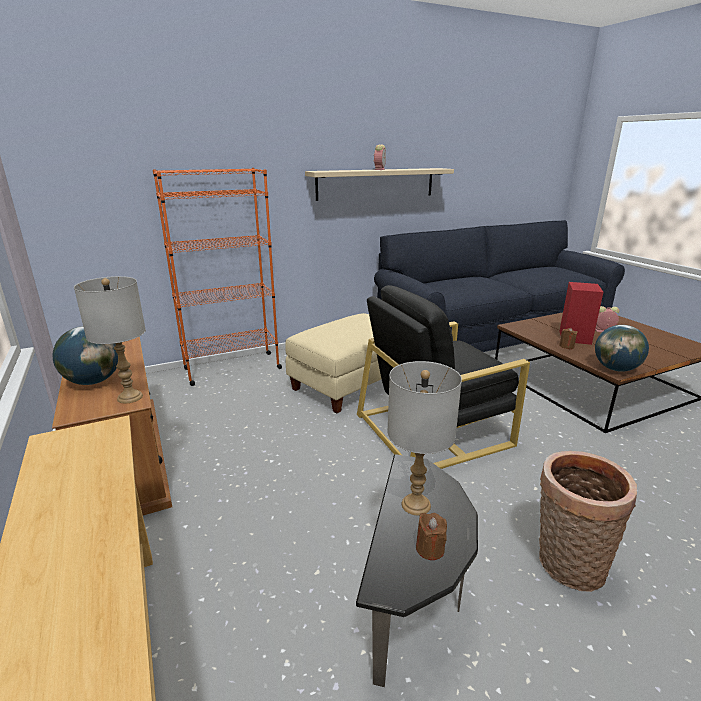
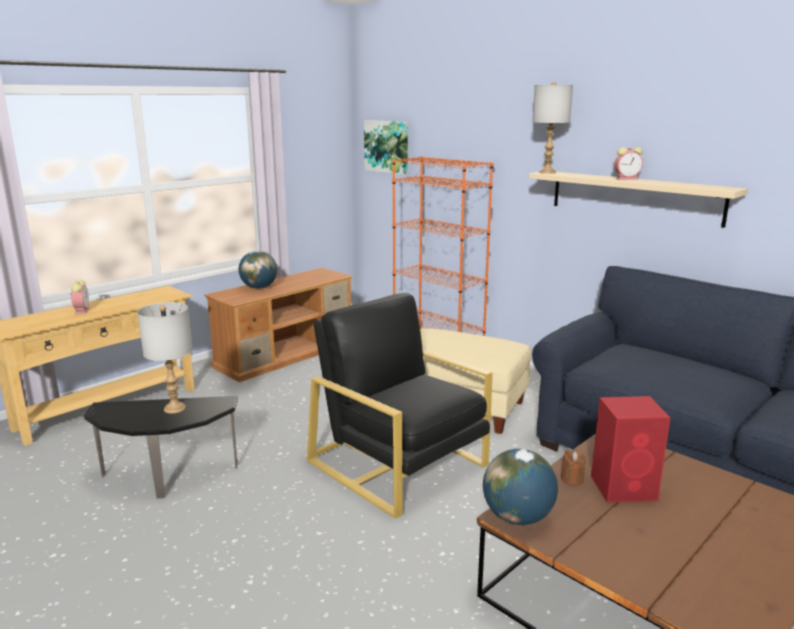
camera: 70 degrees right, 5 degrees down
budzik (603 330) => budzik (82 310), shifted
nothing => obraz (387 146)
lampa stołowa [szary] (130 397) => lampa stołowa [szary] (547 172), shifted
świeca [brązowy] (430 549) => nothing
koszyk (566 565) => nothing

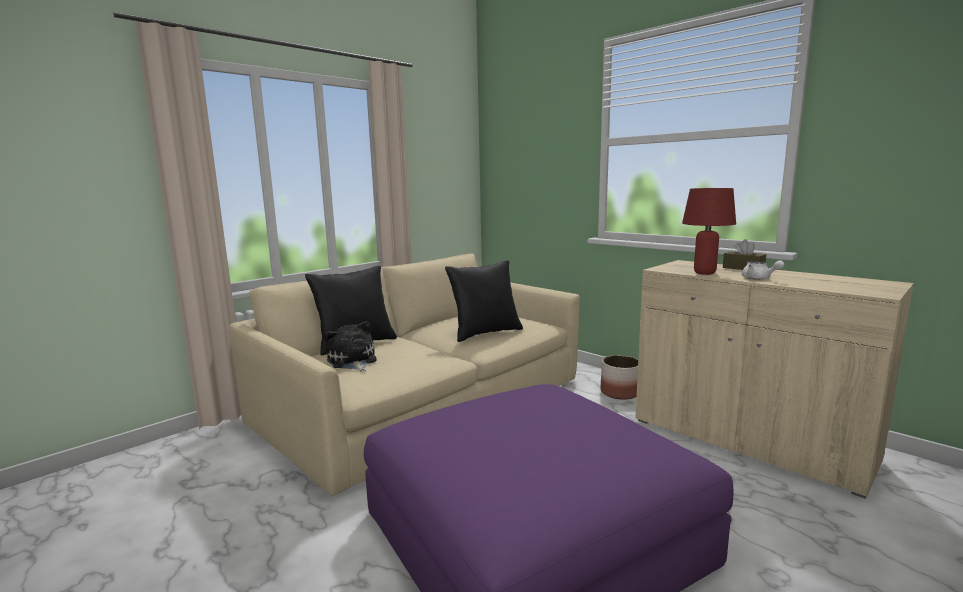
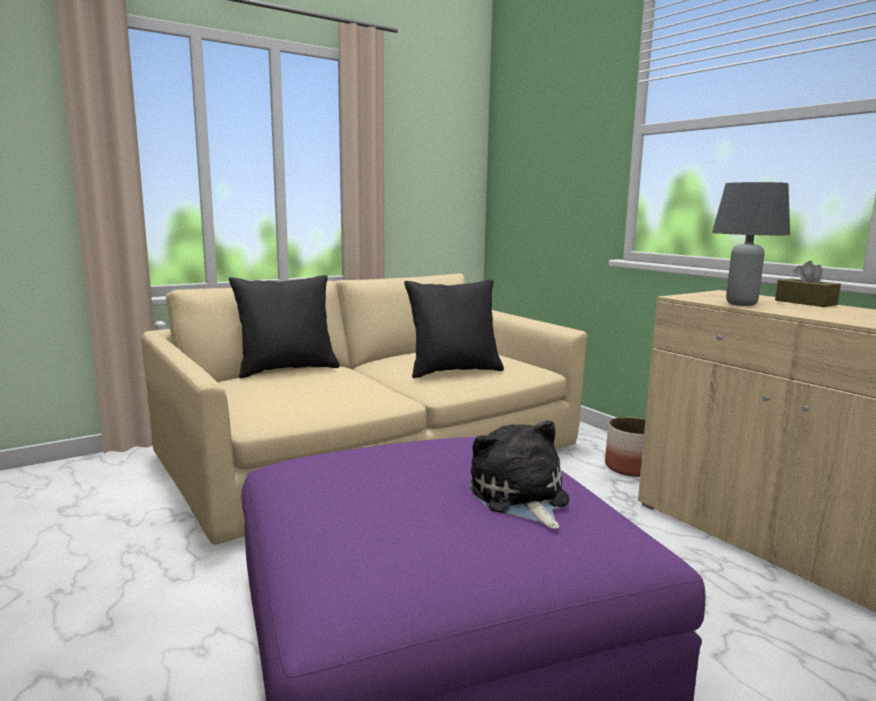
camera: 10 degrees right, 0 degrees up
pluszak (352 361) => pluszak (520 497), shifted
lampa stołowa [czerwony] (704 273) => lampa stołowa [szary] (741 304)
imbryk [biały] (759 278) => nothing

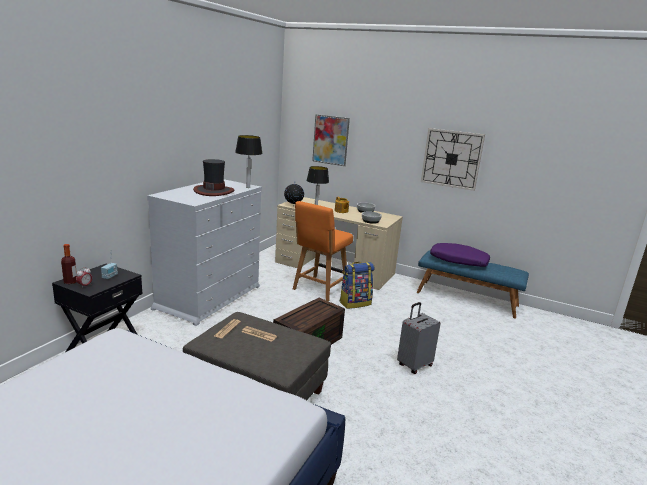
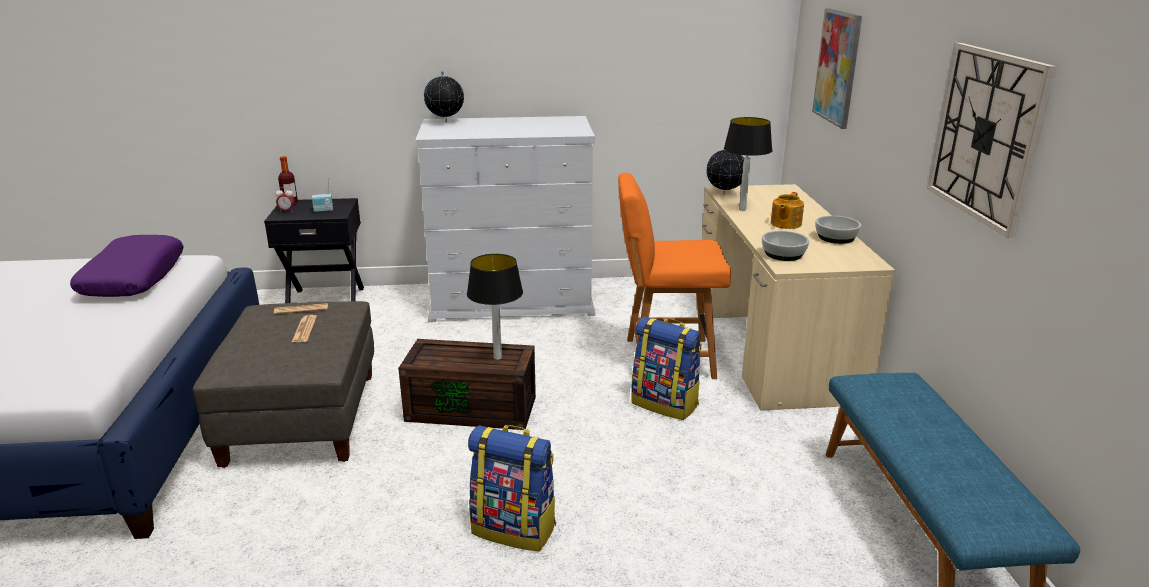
camera: 60 degrees right, 5 degrees up
poduszka [fioletowy] (458 261) => poduszka [fioletowy] (133 278), shifted
nothing => globus (445 122)
lampa stołowa (248 187) => lampa stołowa (498 357), shifted
walizka [szary] (414 365) => plecak (515 528)
kapelusz (214 191) => nothing

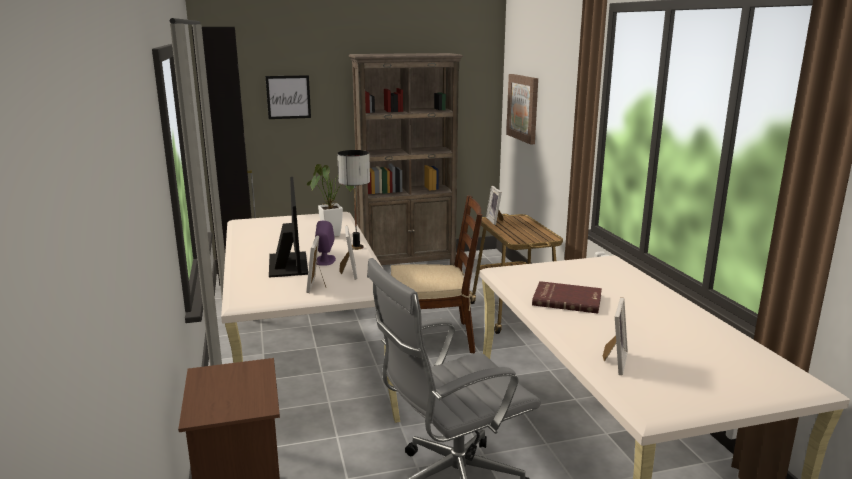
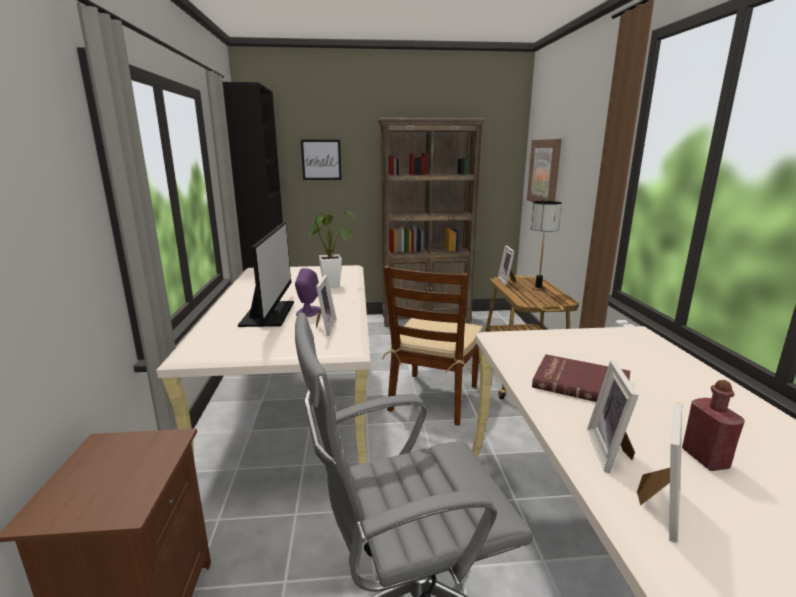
camera: 10 degrees right, 0 degrees up
krzesło [brązowy] (434 338) => krzesło [brązowy] (433 398), 105 degrees clockwise
lampa stołowa (357 247) => lampa stołowa (538 288), shifted
ramka na zdjęcie (318 285) => ramka na zdjęcie (611 451), shifted
nothing => butelka [czerwony] (705 458)

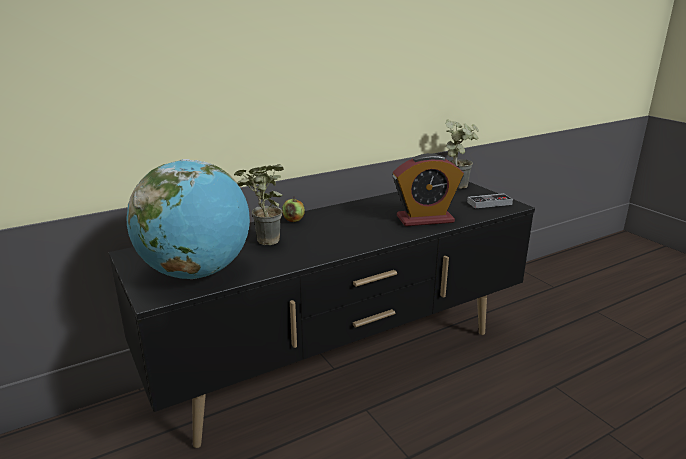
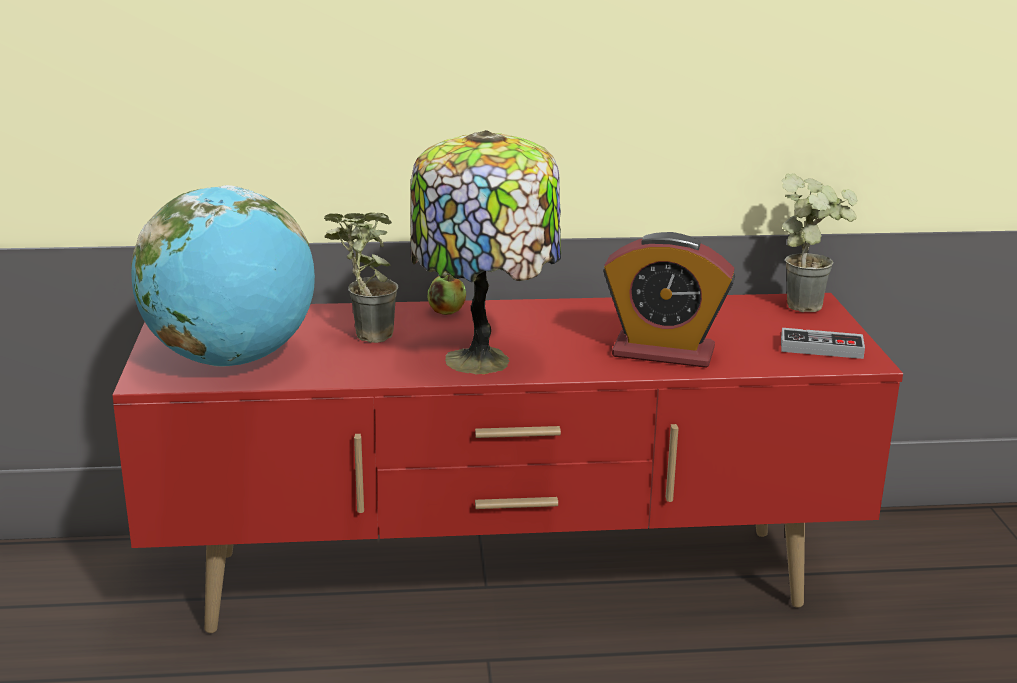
camera: 25 degrees right, 0 degrees up
szafka pod telewizor [czarny] (343 363) => szafka pod telewizor [czerwony] (507 582)
nothing => lampa stołowa (483 361)

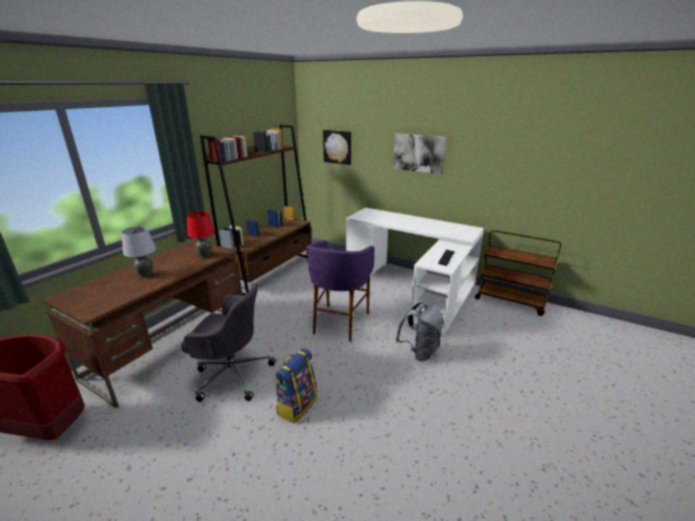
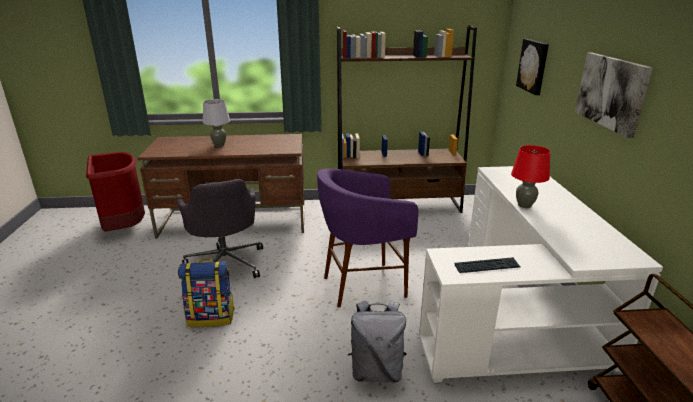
camera: 55 degrees right, 0 degrees up
lampa stołowa [czerwony] (205 255) => lampa stołowa [czerwony] (524 205), shifted

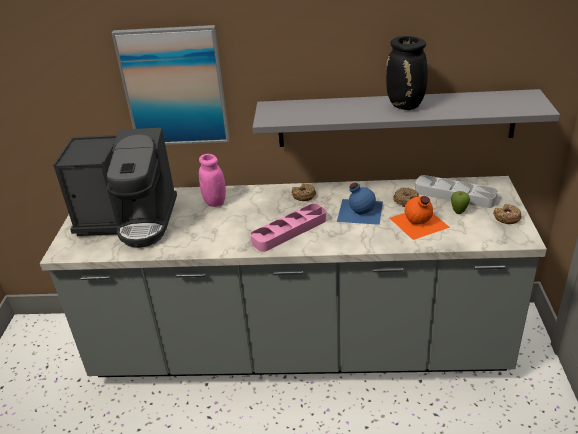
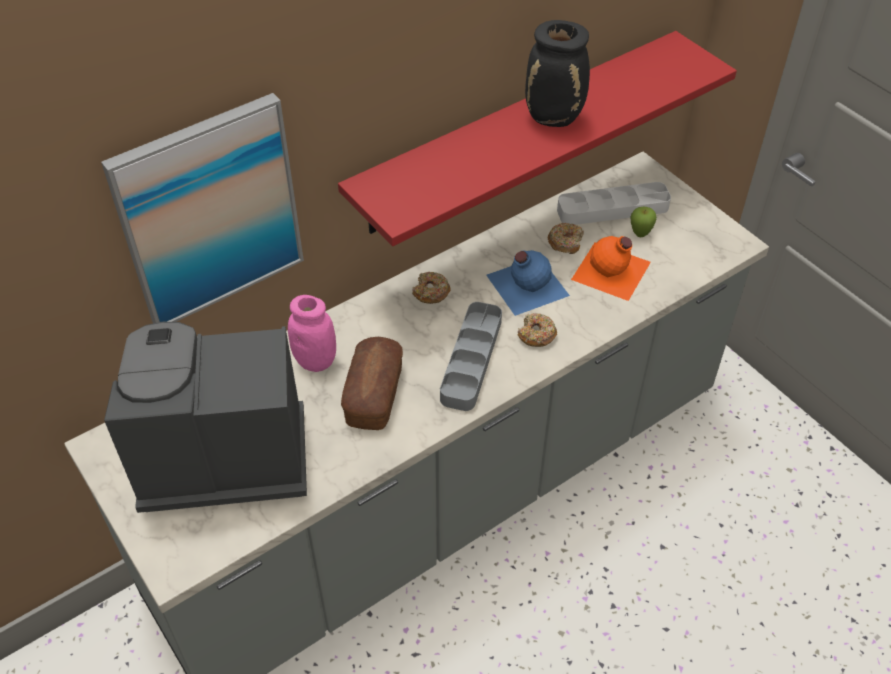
camera: 40 degrees left, 15 degrees up
ekspres do kawy (129 221) => ekspres do kawy (220 457), 150 degrees counterclockwise
półka [szary] (395 119) => półka [czerwony] (517 132)
nothing => chleb (374 394)
taca [różowy] (289 231) => taca [szary] (471 360)
donut (507 218) => donut (536 335), shifted

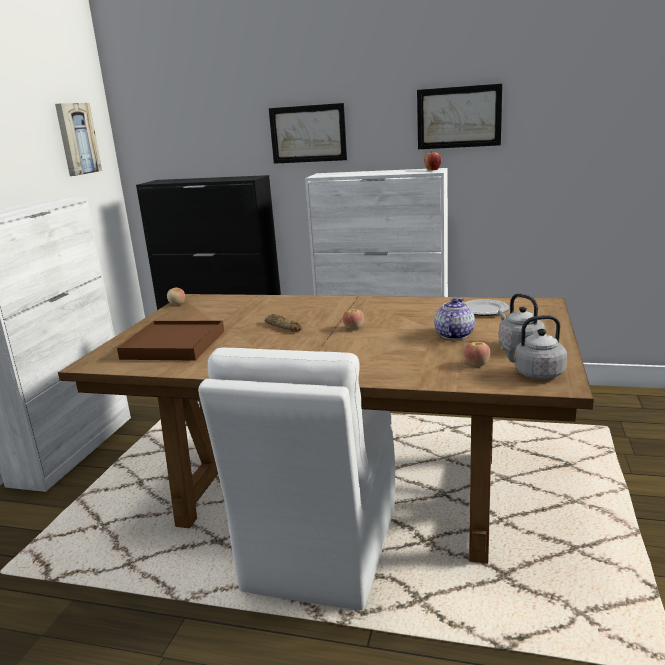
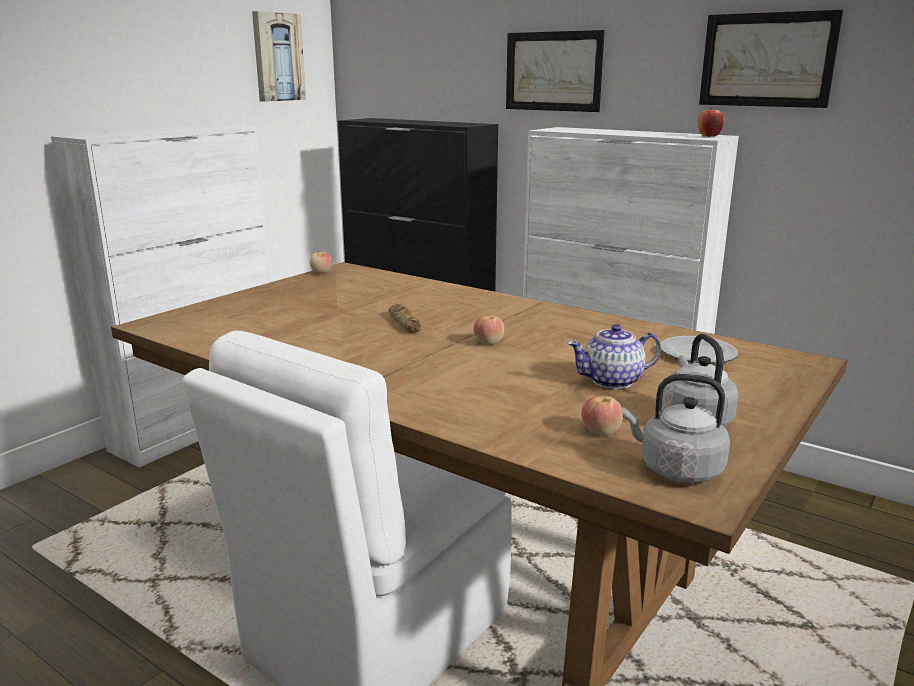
camera: 20 degrees right, 0 degrees up
imbryk (453 335) => imbryk (613 381), 150 degrees counterclockwise
taca [brązowy] (174 345) => nothing

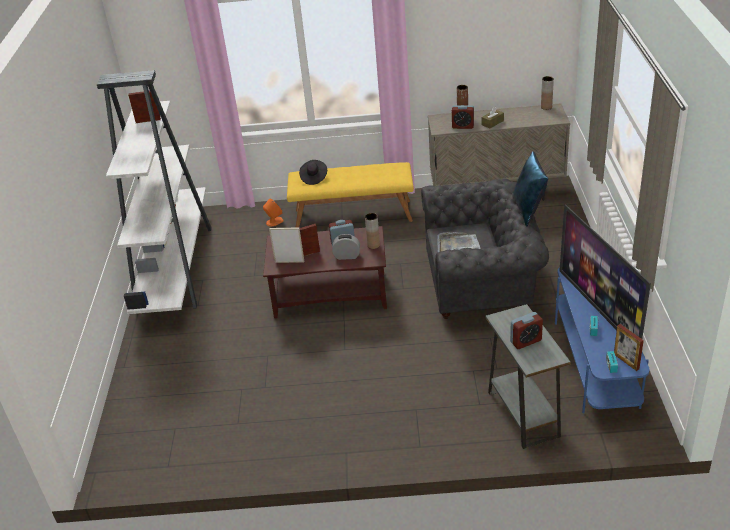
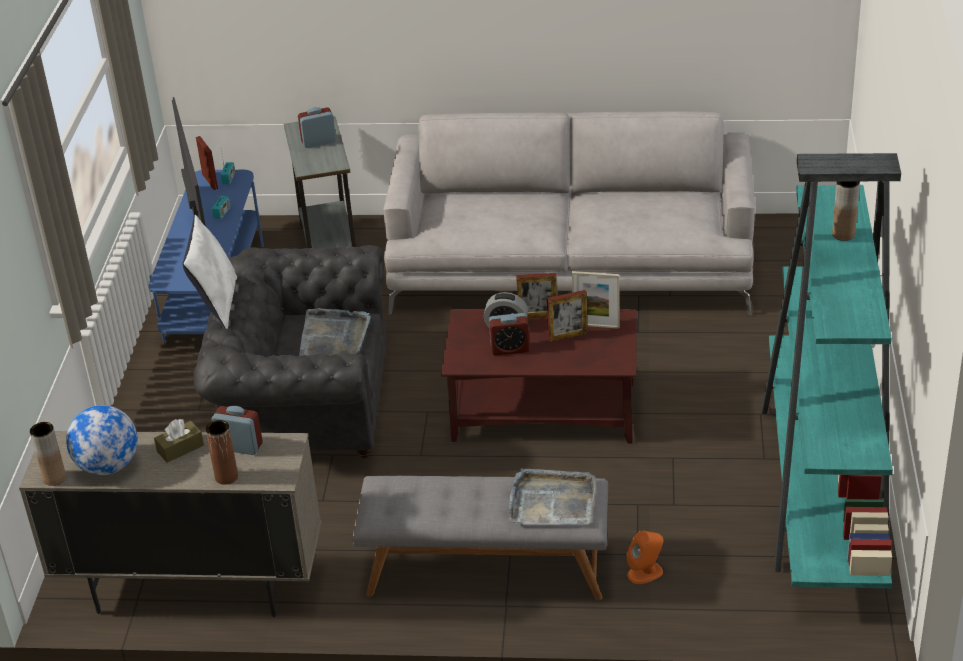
camera: 175 degrees left, 0 degrees up
nothing => globus (108 466)
poduszka [niebieski] (529 210) => poduszka [biały] (216 304)
ławka [żółty] (353 215) => ławka [szary] (485 571)
nothing => kanapa [szary] (571 264)
kapelusz [czarny] (313 178) => taca [szary] (551 501)
ramka na zdjęcie (148 121) => ramka na zdjęcie (537 315), shifted
regał [biały] (175 267) => regał [turkusowy] (822 489)
wazon [brązowy] (373 245) => wazon [brązowy] (843 234), shifted

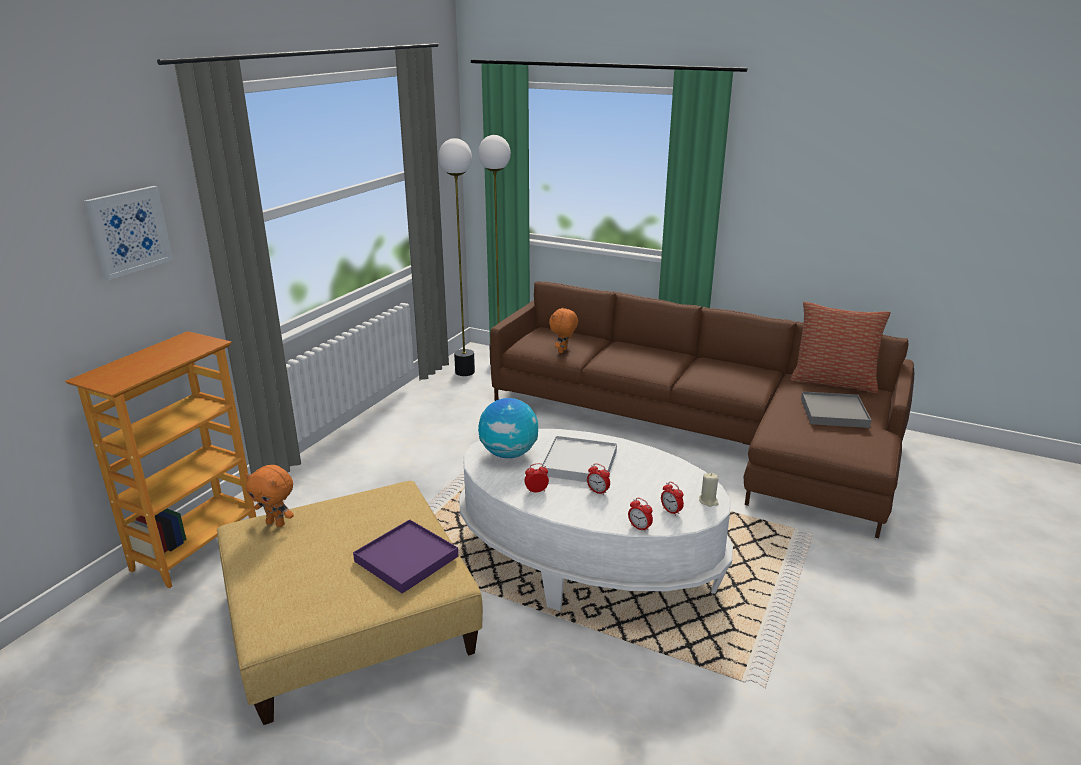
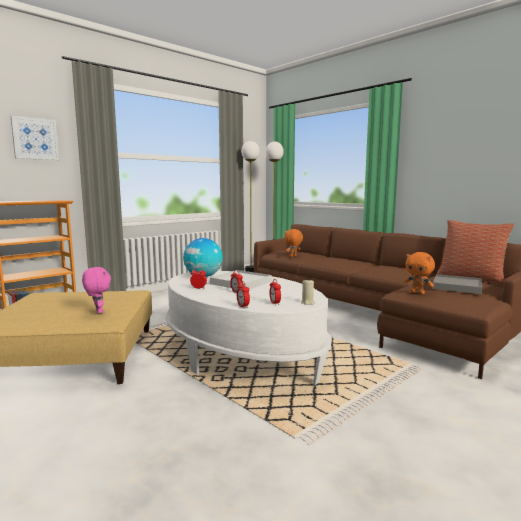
camera: 20 degrees right, 15 degrees down
taca [fioletowy] (406 559) => pluszak [różowy] (98 311)
pluszak [pomarańczowy] (276 523) => pluszak [pomarańczowy] (418 293), shifted

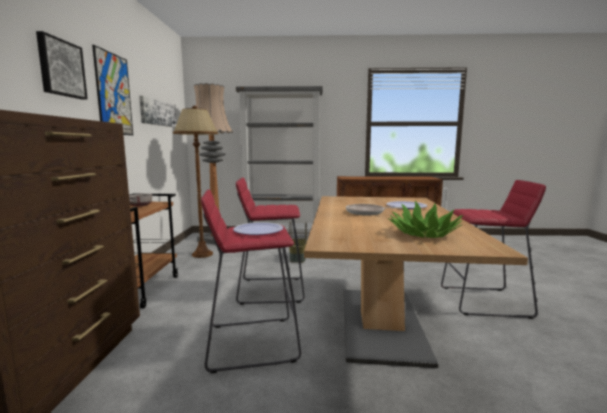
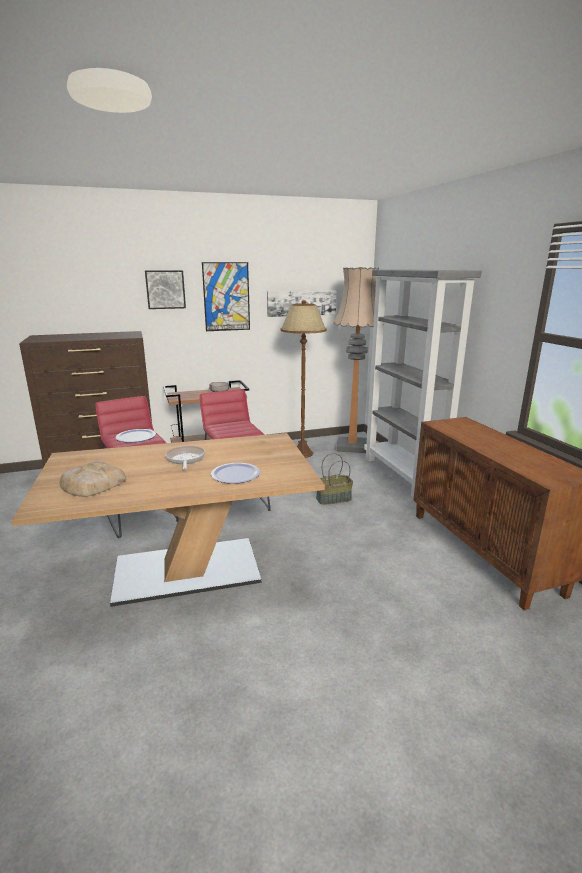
camera: 70 degrees right, 10 degrees up
roślina doniczkowa (424 234) => chleb (92 484)
stołek [czerwony] (485 302) => nothing

